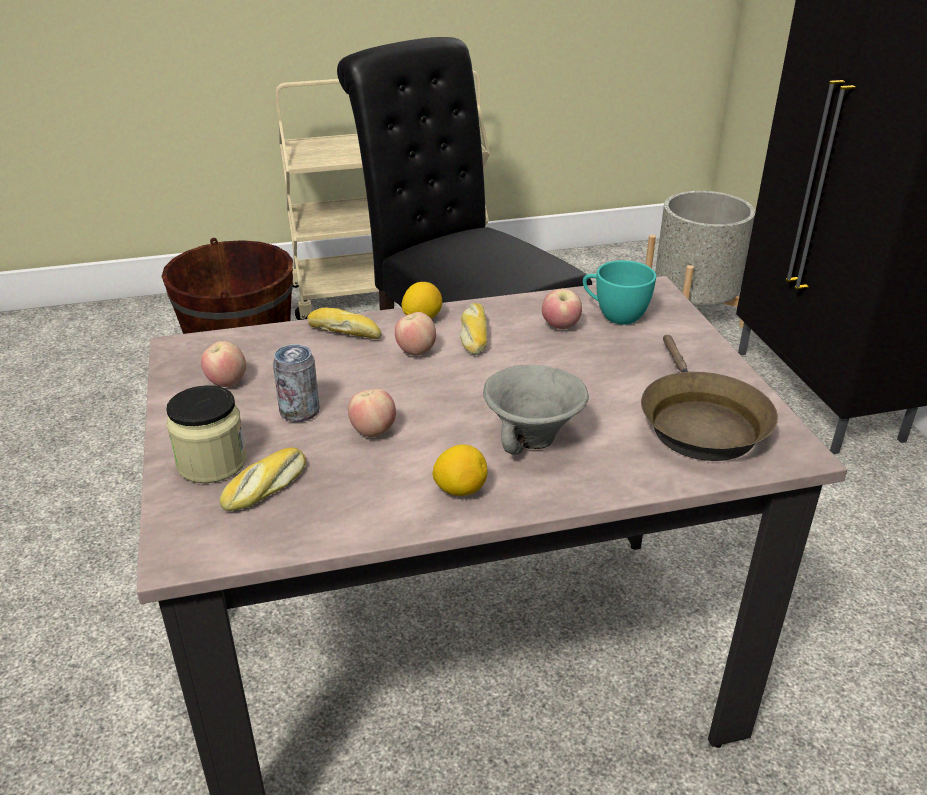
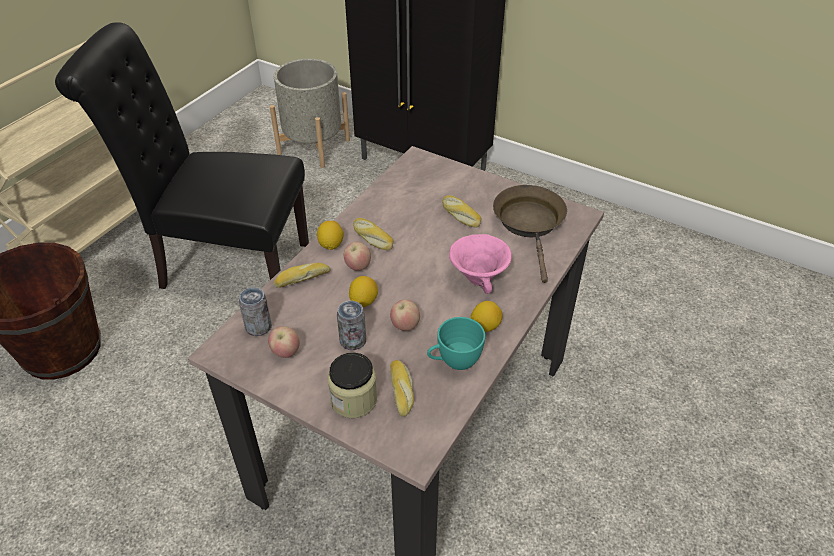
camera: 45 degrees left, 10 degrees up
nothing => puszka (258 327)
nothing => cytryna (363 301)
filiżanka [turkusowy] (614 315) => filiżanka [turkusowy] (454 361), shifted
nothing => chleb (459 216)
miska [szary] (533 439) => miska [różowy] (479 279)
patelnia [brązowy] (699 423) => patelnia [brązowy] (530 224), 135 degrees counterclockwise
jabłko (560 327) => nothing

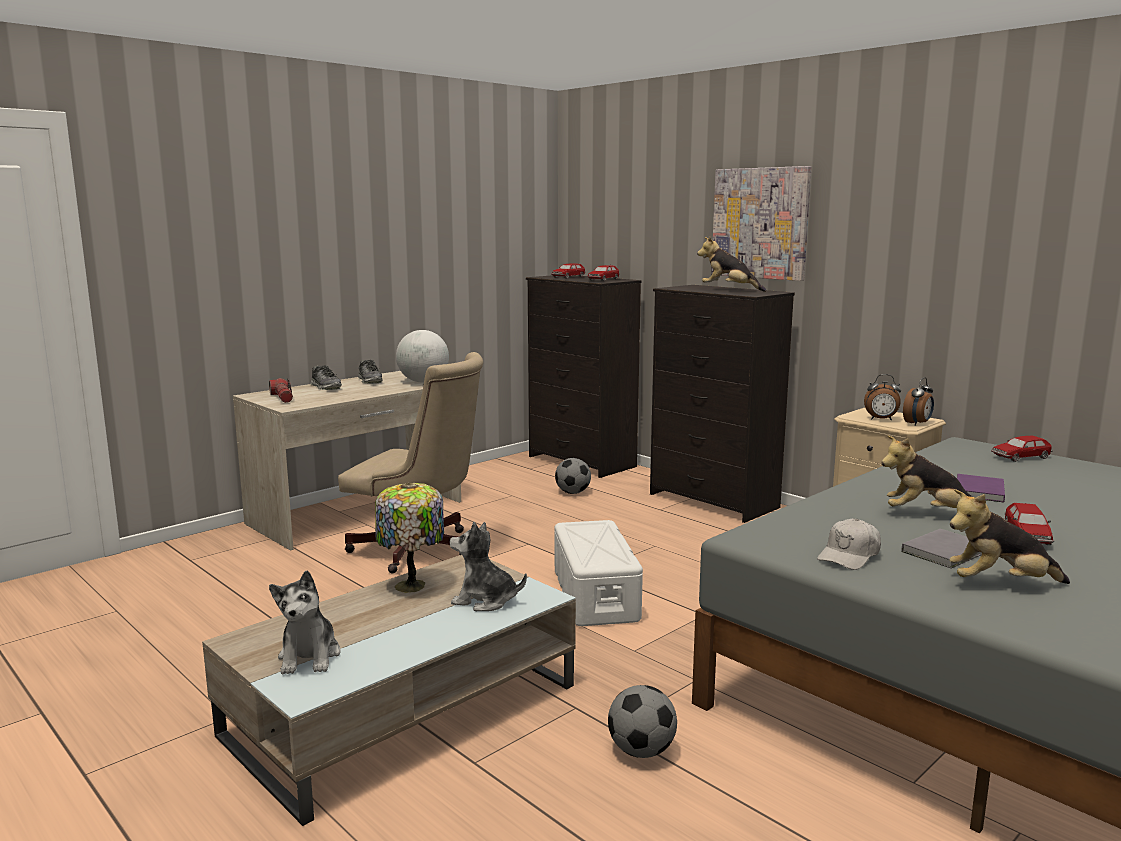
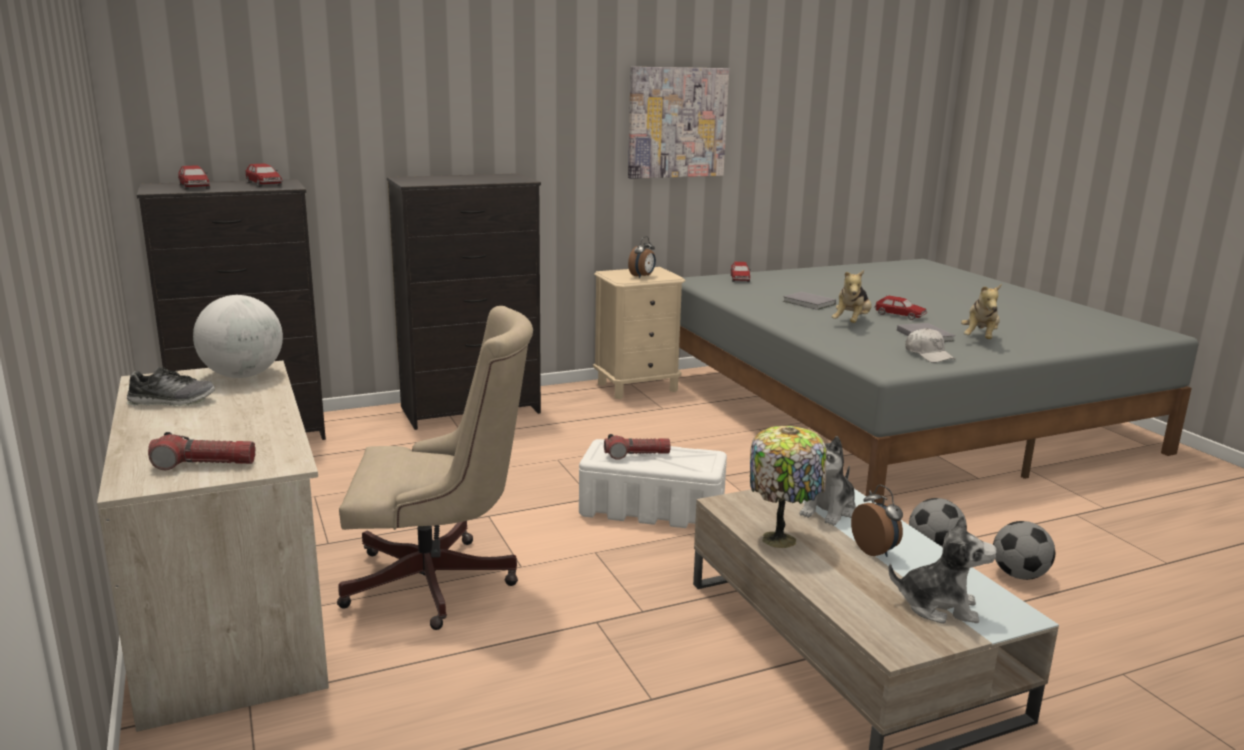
camera: 70 degrees left, 5 degrees up
krzesło biurowe [beżowy] (419 550) => krzesło biurowe [beżowy] (440 583), 45 degrees clockwise
nothing => latarka (636 455)
obraz (760 223) => obraz (677 122), shifted
książka [fioletowy] (978 491) => książka [szary] (809 303)
budzik (917 423) => budzik (876 551), shifted
piłka futbolowa (573 493) => piłka futbolowa (1019 575), shifted
but (326 387) => nothing
pluszak (729 290) => nothing

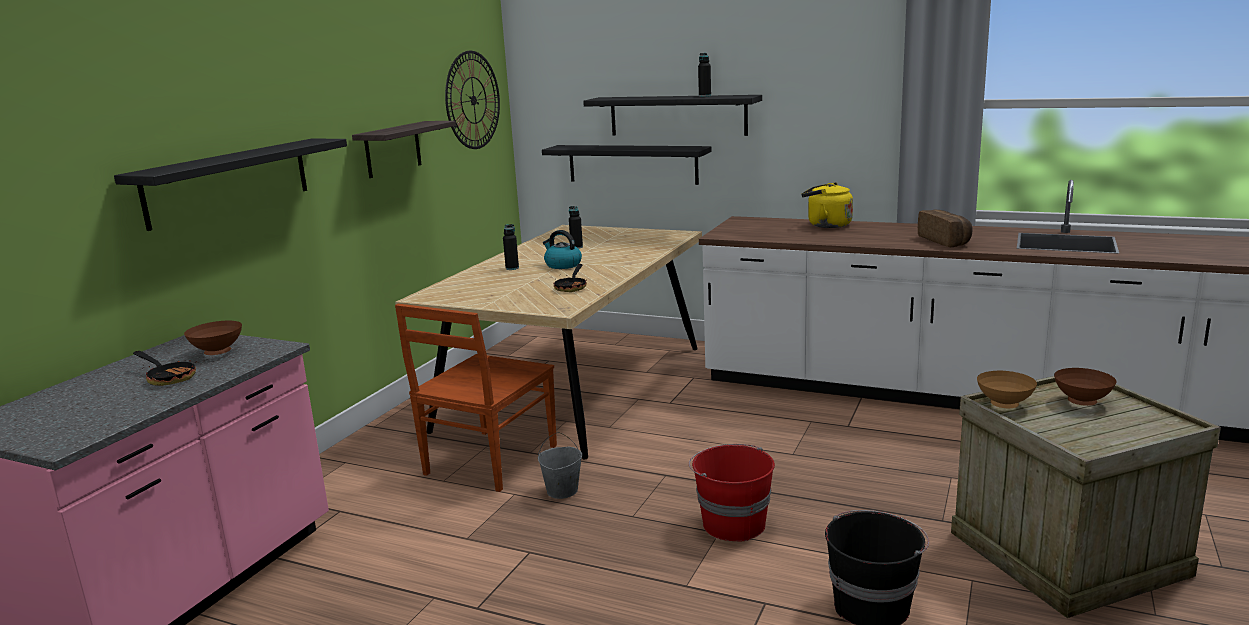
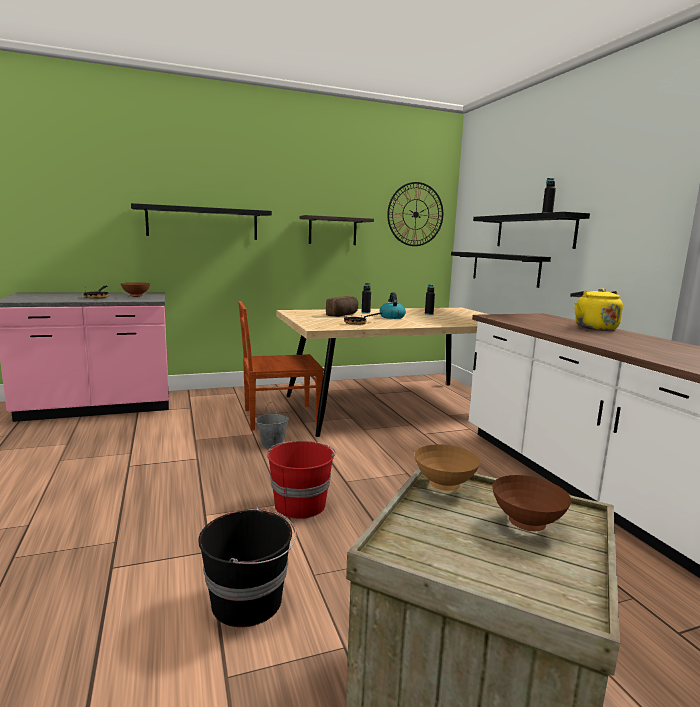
camera: 45 degrees right, 5 degrees down
chleb (946 241) => chleb (343 315), shifted

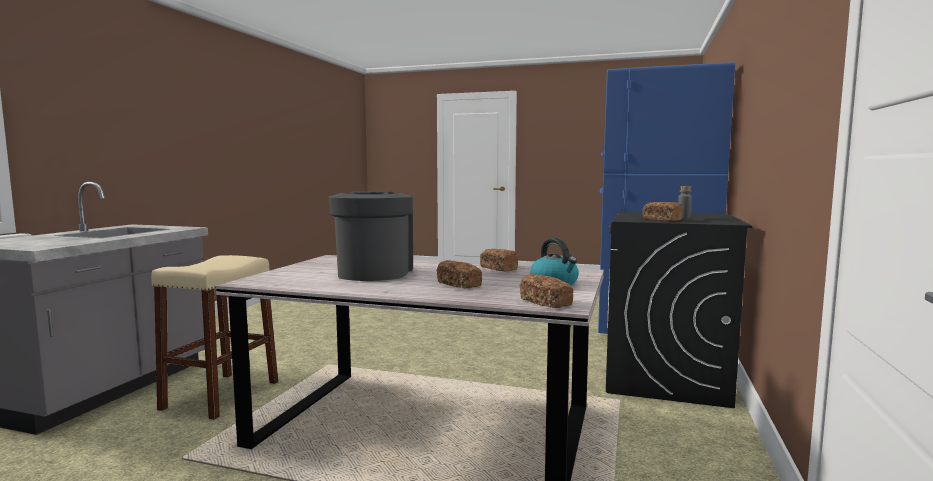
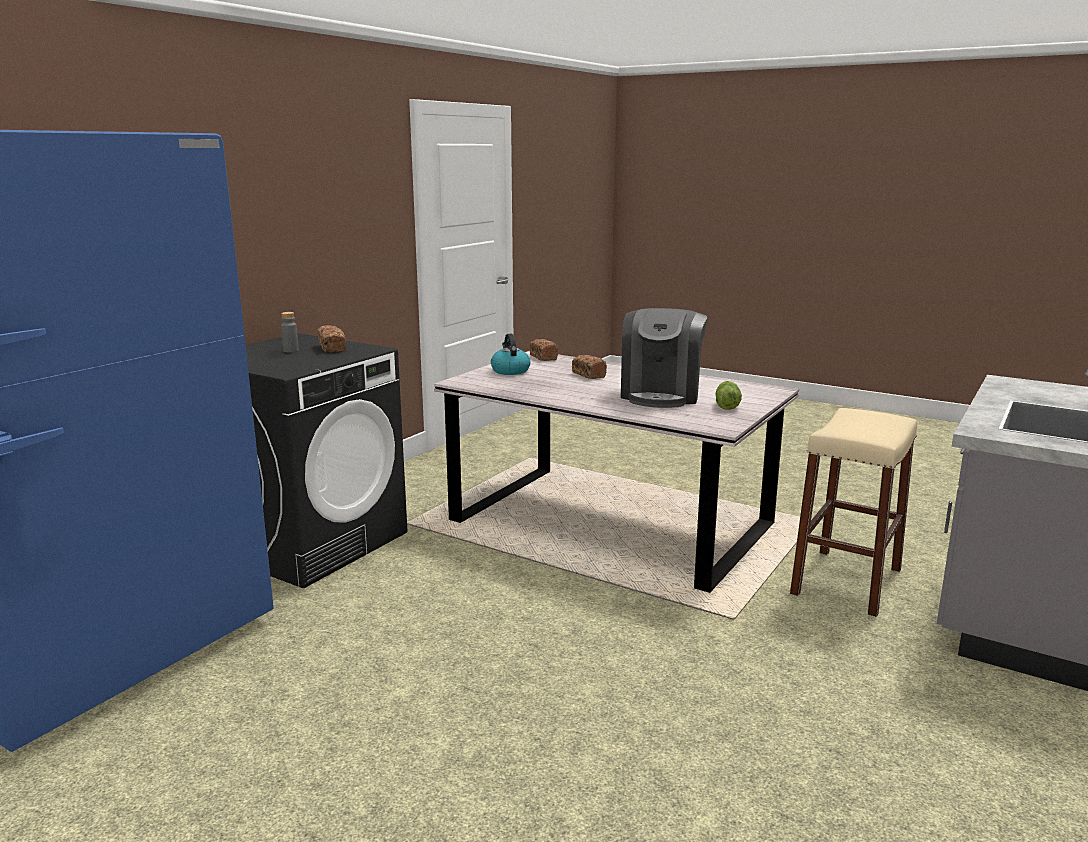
camera: 165 degrees left, 10 degrees up
nothing => sałata (727 405)
chleb (498 268) => nothing

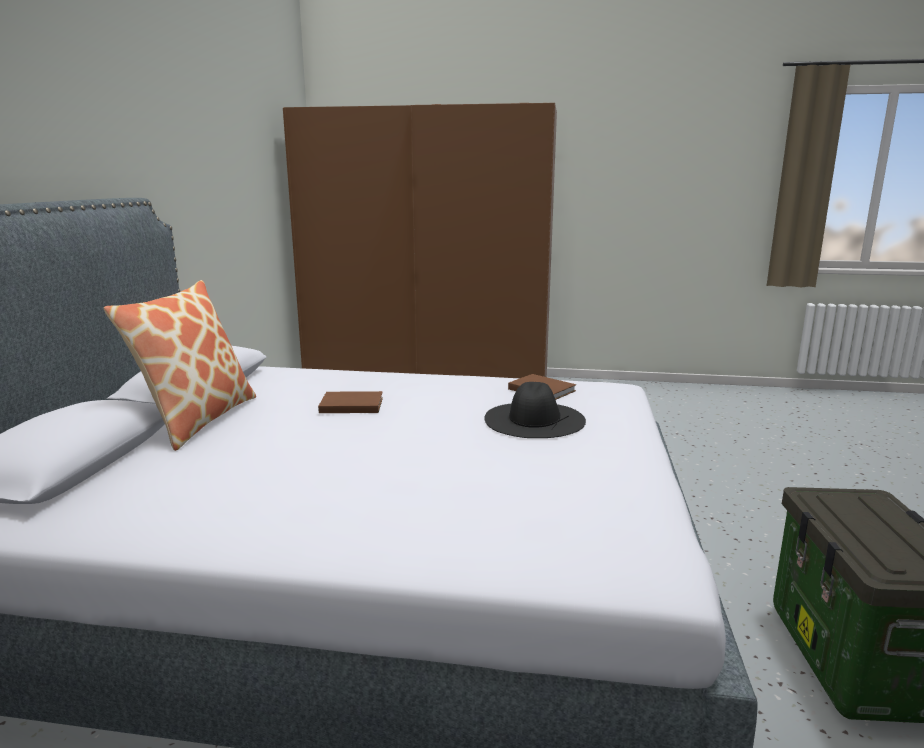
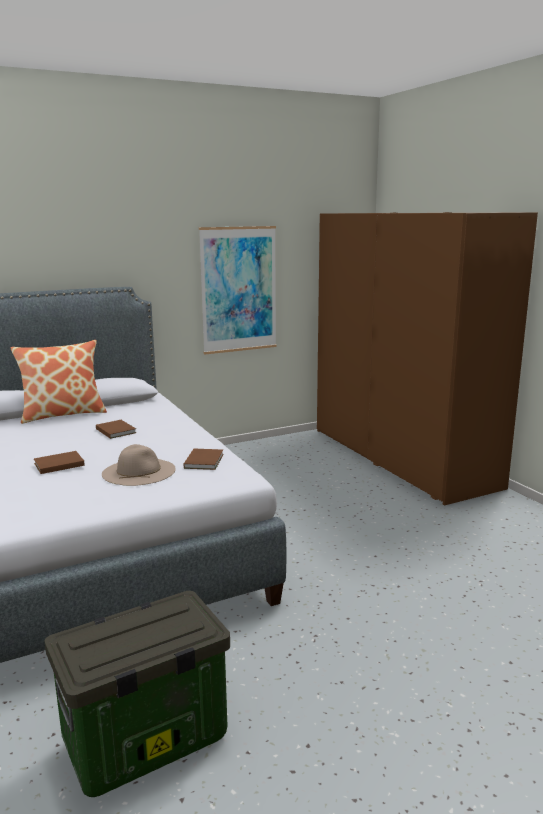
camera: 55 degrees right, 0 degrees up
nothing => książka [brązowy] (57 464)
kapelusz [czarny] (534 419) => kapelusz [beżowy] (139 471)
nothing => obraz (238 290)

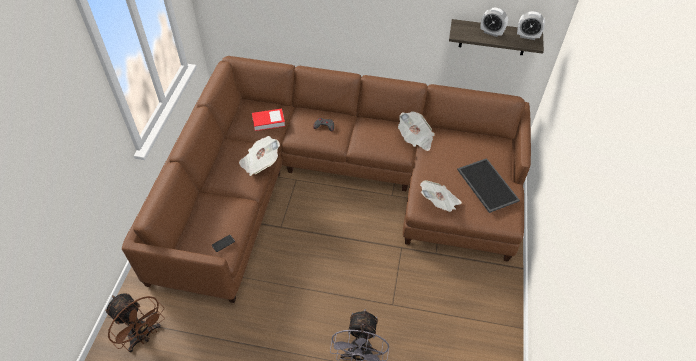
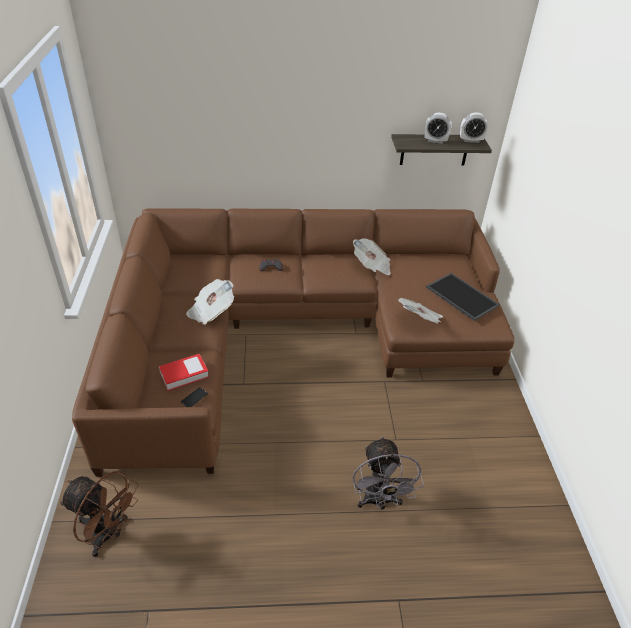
camera: 15 degrees left, 10 degrees down
książka (268 121) => książka (184 374), shifted

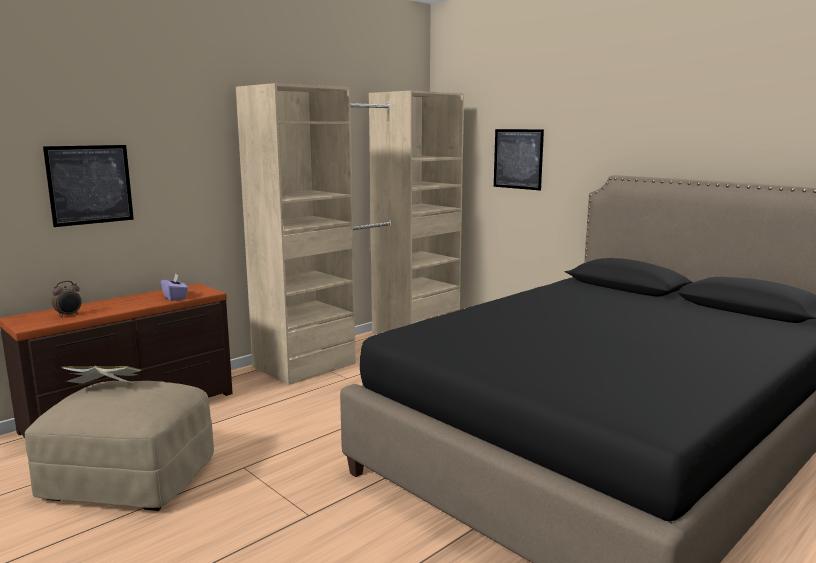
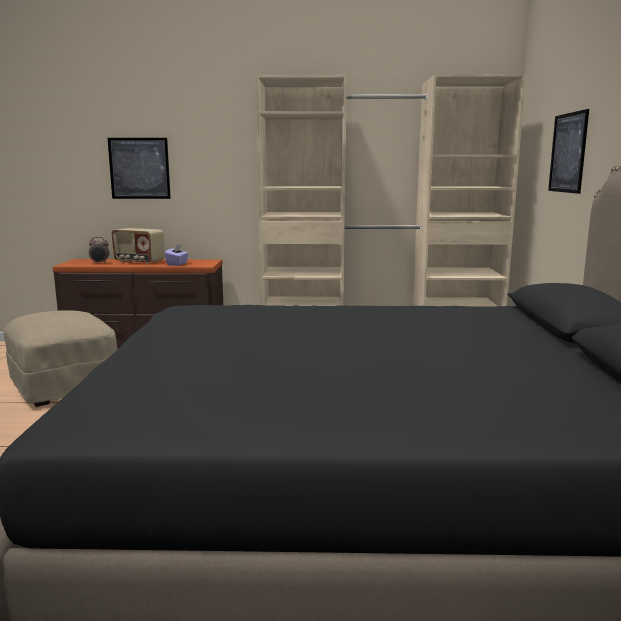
camera: 45 degrees right, 0 degrees up
nothing => radio (139 262)
książka (103 388) => nothing

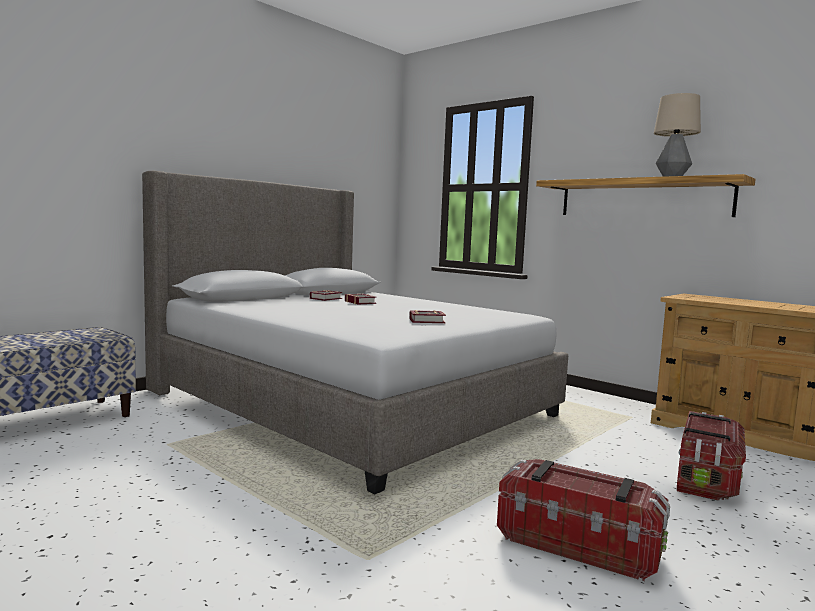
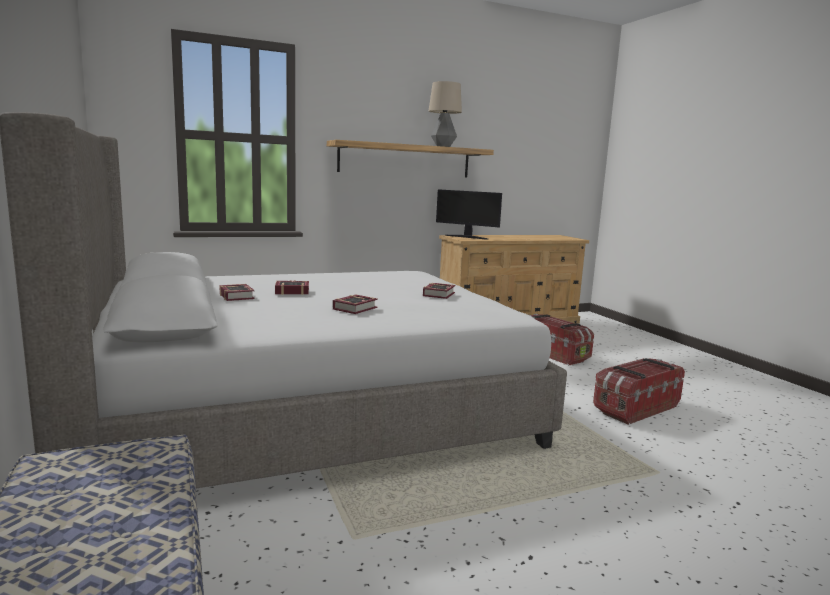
camera: 65 degrees left, 5 degrees up
nothing => książka (357 308)
nothing => monitor (467 237)

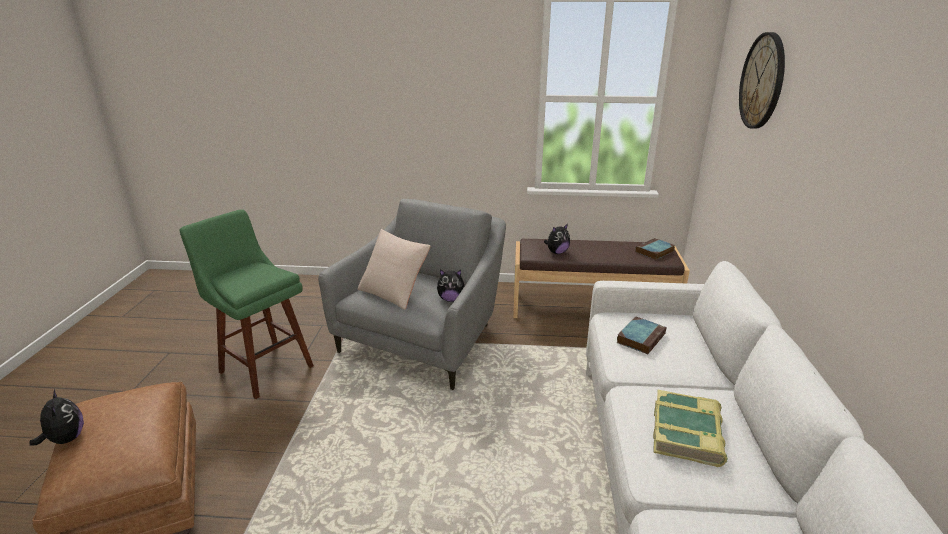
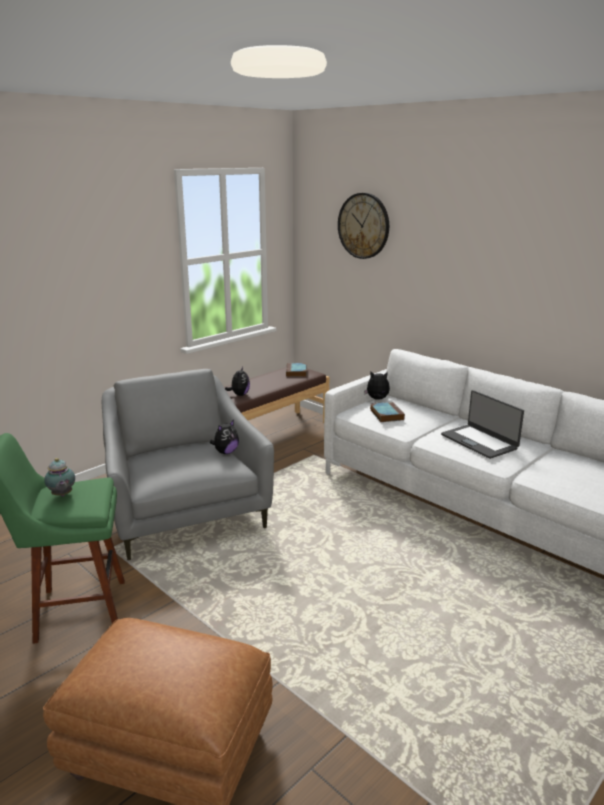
camera: 50 degrees left, 5 degrees down
nothing => imbryk (62 495)
pluszak (66 439) => pluszak (377 399), shifted
książka (688 433) => laptop (479 441)
poduszka [beżowy] (394 292) => nothing

